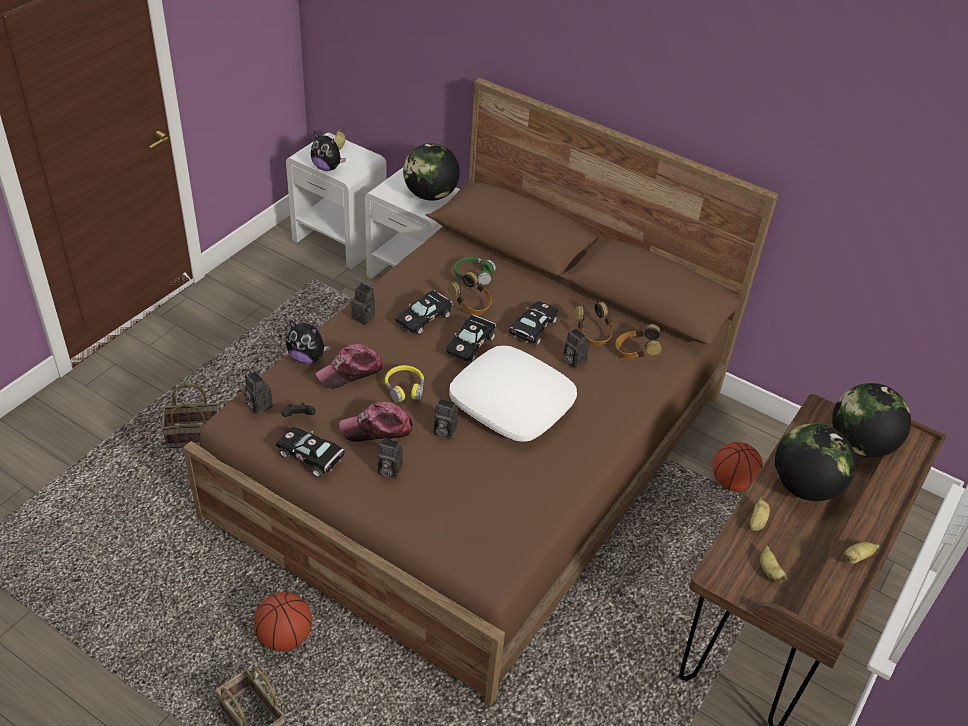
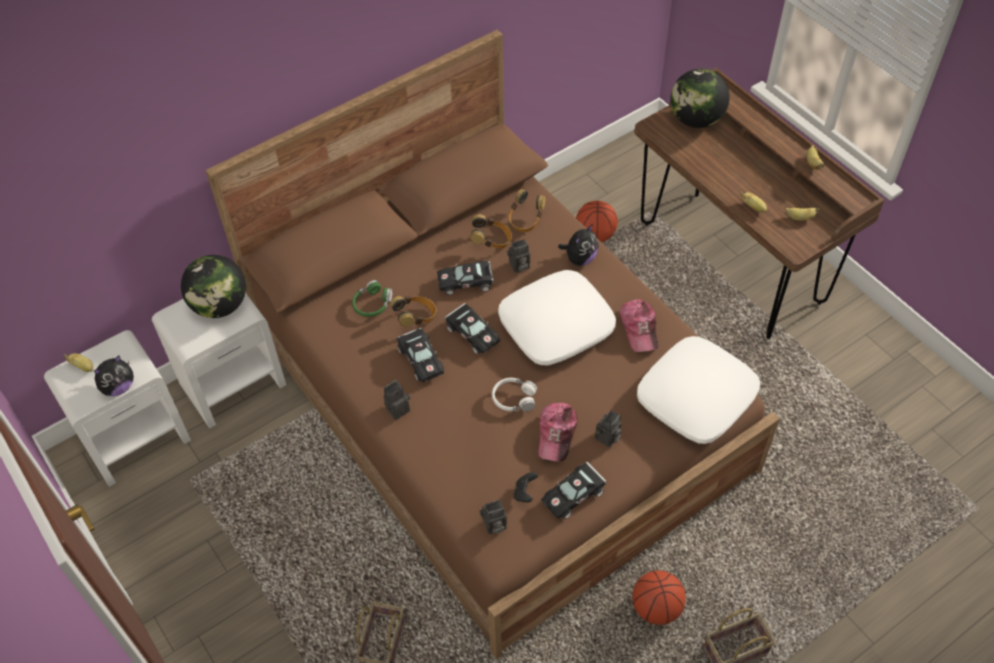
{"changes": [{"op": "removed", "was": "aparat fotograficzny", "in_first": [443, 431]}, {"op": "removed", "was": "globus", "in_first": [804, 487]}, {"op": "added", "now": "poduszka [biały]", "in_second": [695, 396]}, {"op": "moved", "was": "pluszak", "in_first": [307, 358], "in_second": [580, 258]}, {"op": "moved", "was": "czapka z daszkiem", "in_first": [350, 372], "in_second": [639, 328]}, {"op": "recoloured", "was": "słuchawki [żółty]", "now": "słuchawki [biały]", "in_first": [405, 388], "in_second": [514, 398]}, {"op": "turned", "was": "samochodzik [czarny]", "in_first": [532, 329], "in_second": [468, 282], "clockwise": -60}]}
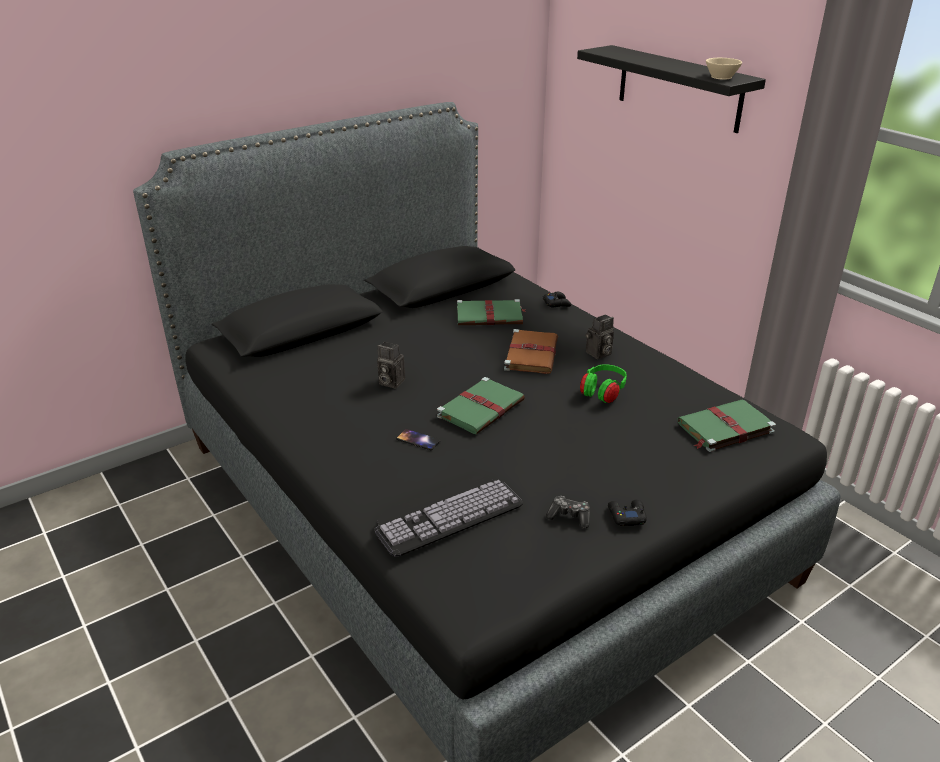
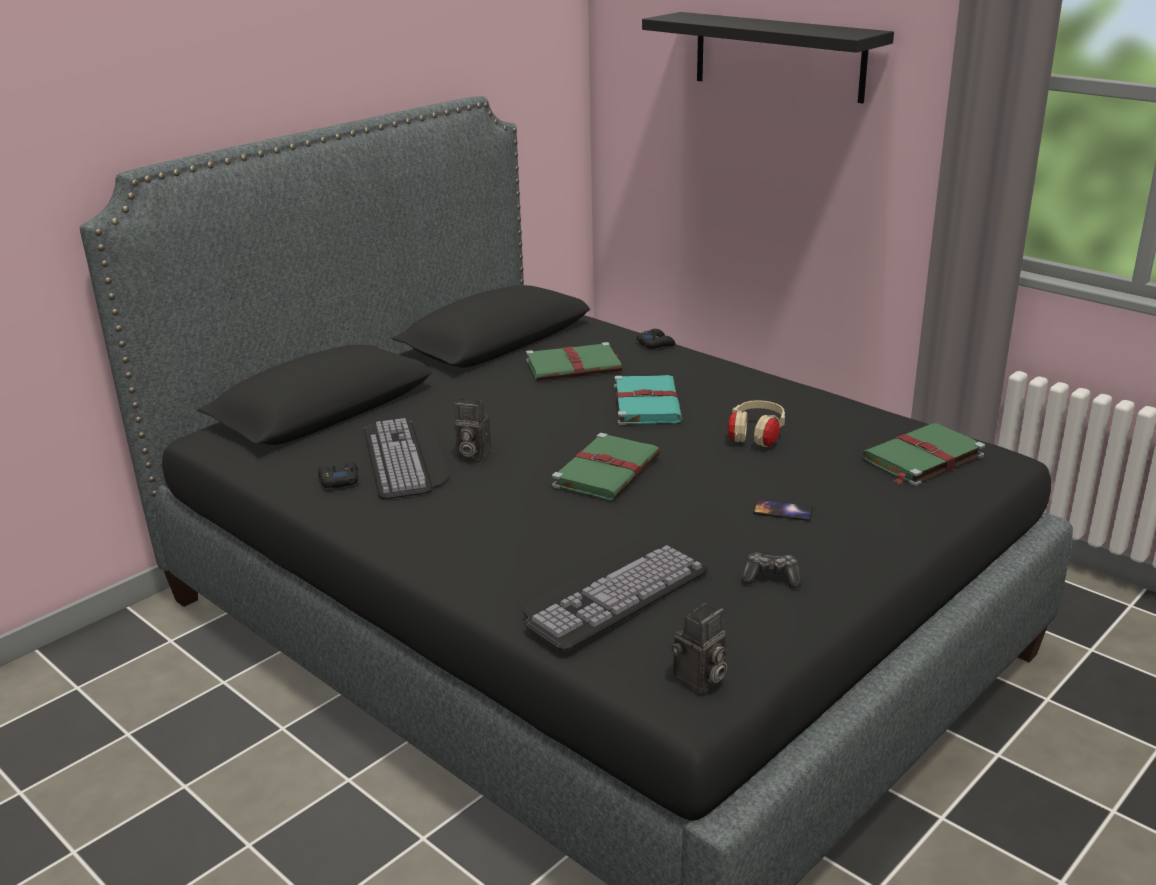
{"changes": [{"op": "removed", "was": "filiżanka [beżowy]", "in_first": [719, 77]}, {"op": "added", "now": "klawiatura", "in_second": [407, 458]}, {"op": "moved", "was": "telefon", "in_first": [418, 440], "in_second": [783, 511]}, {"op": "moved", "was": "aparat fotograficzny", "in_first": [598, 354], "in_second": [699, 680]}, {"op": "moved", "was": "pad do gier [czarny]", "in_first": [626, 516], "in_second": [339, 480]}, {"op": "recoloured", "was": "książka [brązowy]", "now": "książka [turkusowy]", "in_first": [531, 353], "in_second": [646, 403]}, {"op": "recoloured", "was": "słuchawki [zielony]", "now": "słuchawki [beżowy]", "in_first": [603, 393], "in_second": [756, 437]}]}
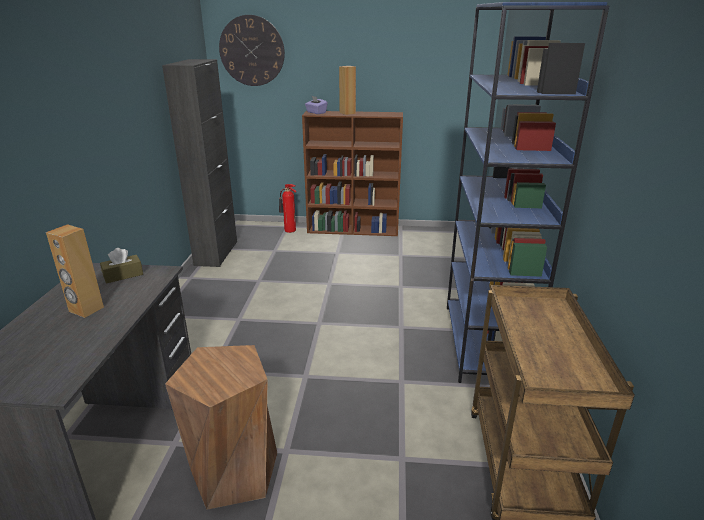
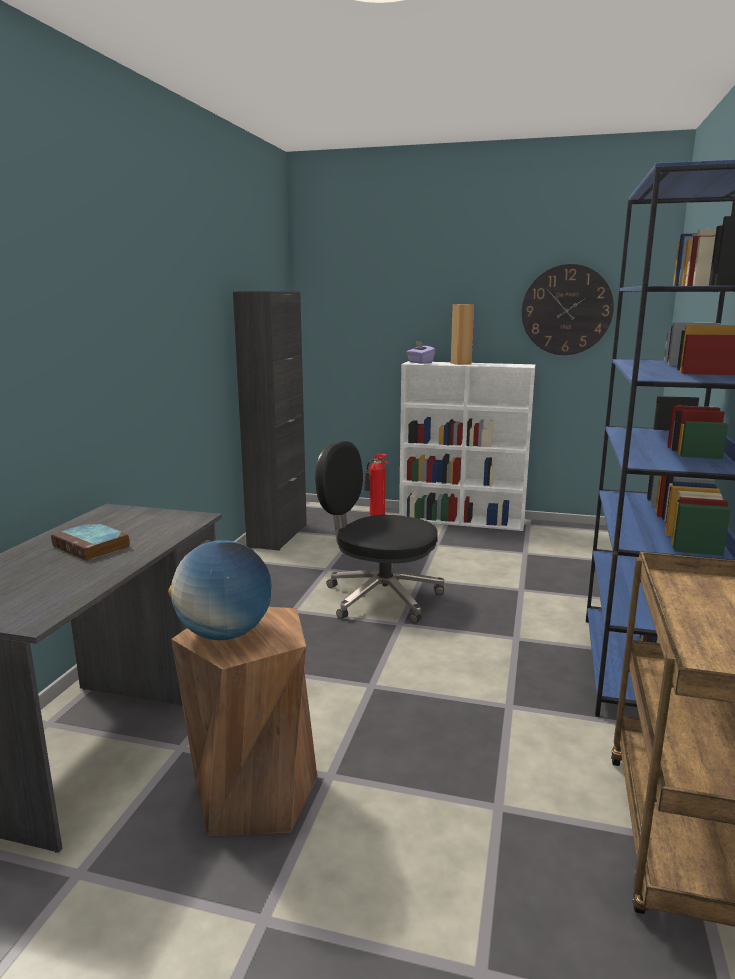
{"changes": [{"op": "removed", "was": "pudełko chusteczek [brązowy]", "in_first": [123, 275]}, {"op": "added", "now": "globus", "in_second": [224, 634]}, {"op": "added", "now": "krzesło biurowe [czarny]", "in_second": [380, 597]}, {"op": "moved", "was": "zegar ścienny", "in_first": [252, 51], "in_second": [566, 310]}, {"op": "replaced", "was": "głośnik [brązowy]", "now": "książka", "in_first": [86, 309], "in_second": [93, 547]}, {"op": "recoloured", "was": "regał [brązowy]", "now": "regał [biały]", "in_first": [354, 230], "in_second": [463, 520]}]}
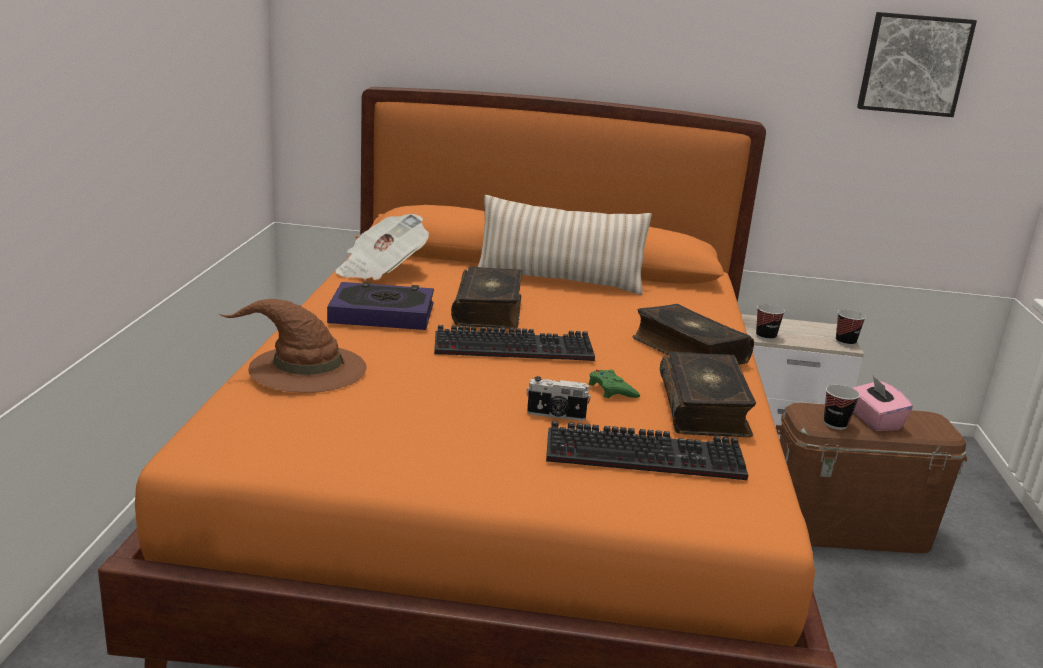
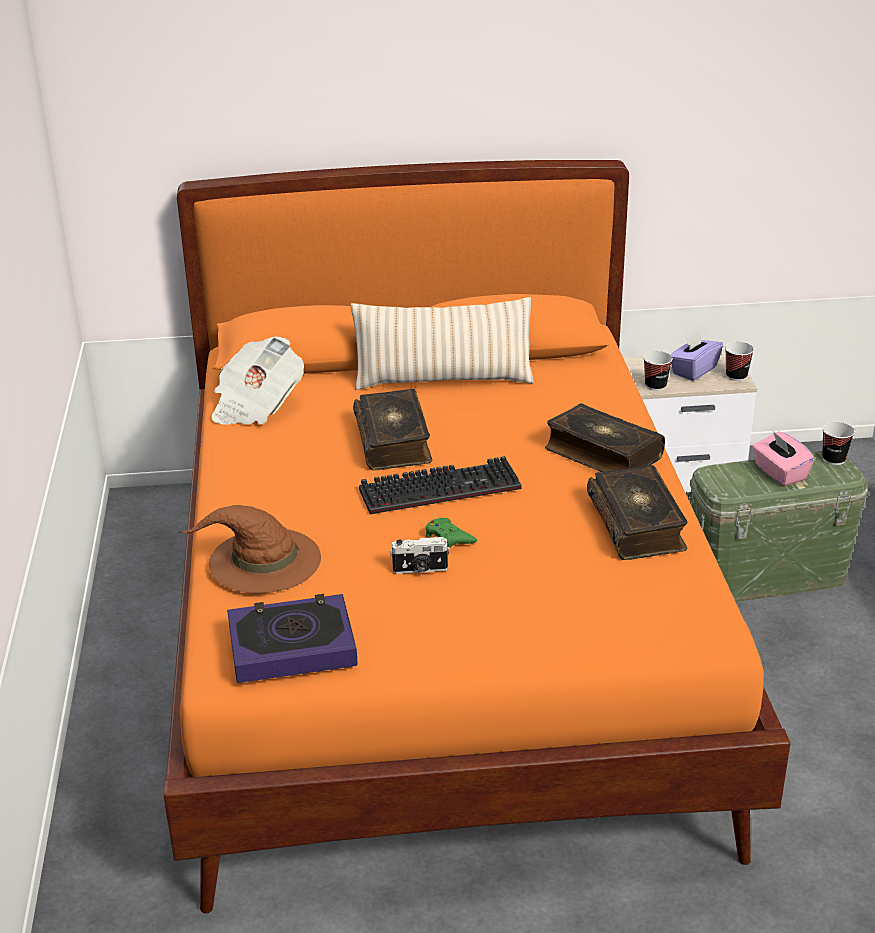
{"changes": [{"op": "removed", "was": "klawiatura", "in_first": [647, 455]}, {"op": "removed", "was": "obraz", "in_first": [913, 64]}, {"op": "added", "now": "pudełko chusteczek [fioletowy]", "in_second": [693, 370]}, {"op": "moved", "was": "książka", "in_first": [382, 314], "in_second": [292, 646]}, {"op": "moved", "was": "aparat fotograficzny", "in_first": [556, 415], "in_second": [420, 570]}, {"op": "moved", "was": "pad do gier [zielony]", "in_first": [611, 390], "in_second": [448, 538]}, {"op": "moved", "was": "filiżanka", "in_first": [835, 424], "in_second": [833, 459]}, {"op": "recoloured", "was": "pojemnik do przechowywania [brązowy]", "now": "pojemnik do przechowywania [zielony]", "in_first": [848, 529], "in_second": [766, 575]}]}
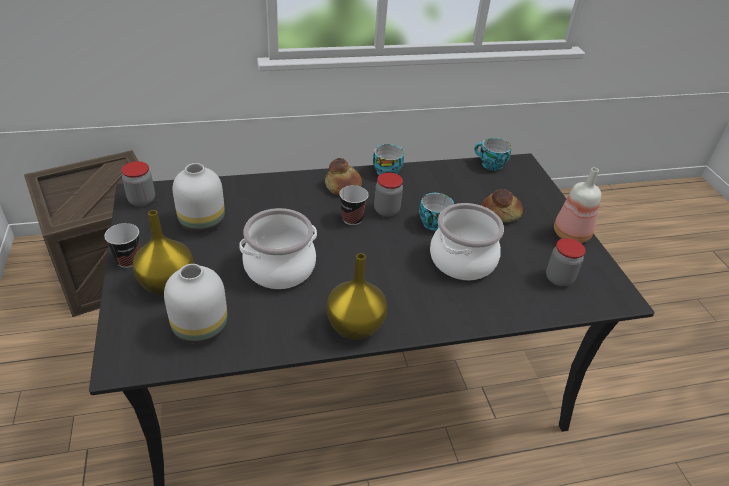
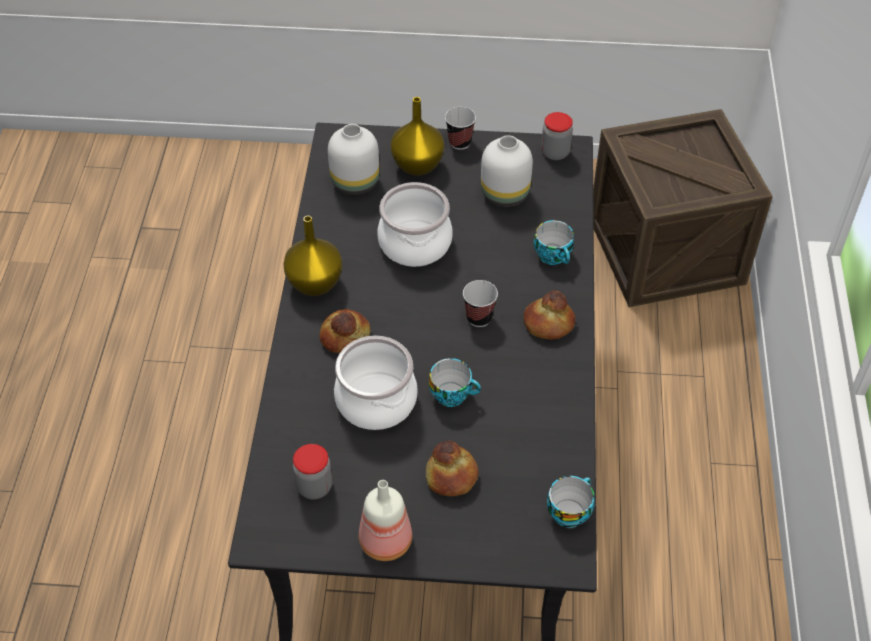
{"changes": [{"op": "removed", "was": "słoik", "in_first": [386, 210]}, {"op": "added", "now": "chleb", "in_second": [344, 336]}, {"op": "moved", "was": "filiżanka", "in_first": [387, 171], "in_second": [554, 256]}]}
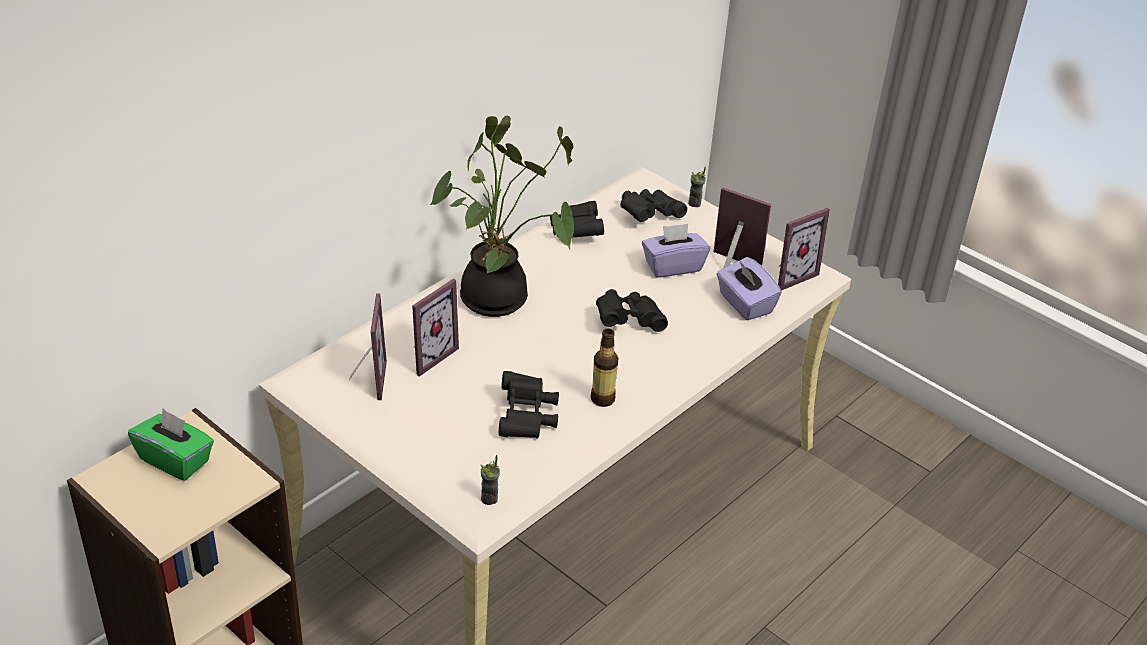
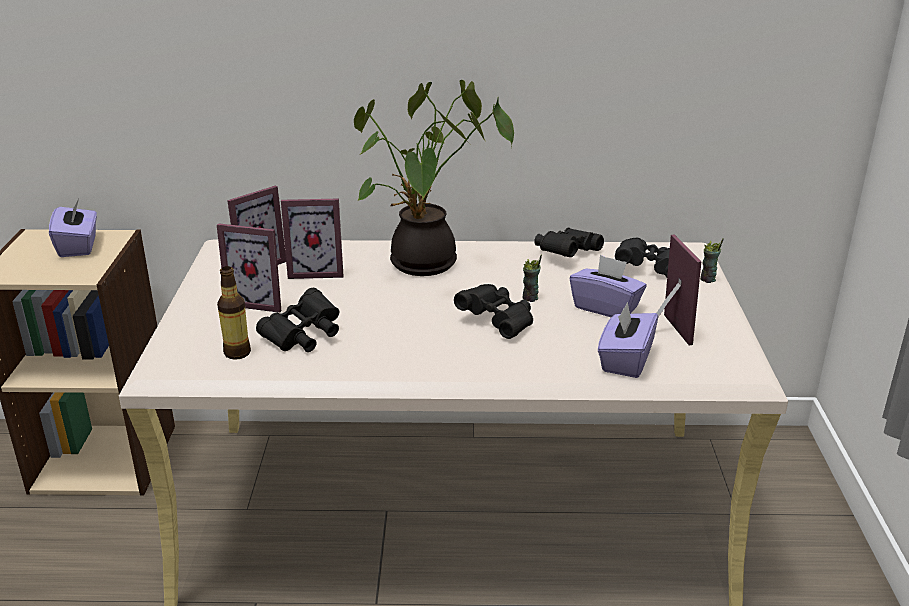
{"changes": [{"op": "moved", "was": "filiżanka", "in_first": [490, 499], "in_second": [530, 298]}, {"op": "moved", "was": "butelka", "in_first": [602, 399], "in_second": [237, 353]}, {"op": "moved", "was": "ramka na zdjęcie", "in_first": [789, 275], "in_second": [259, 301]}, {"op": "recoloured", "was": "pudełko chusteczek [zielony]", "now": "pudełko chusteczek [fioletowy]", "in_first": [175, 460], "in_second": [78, 246]}]}
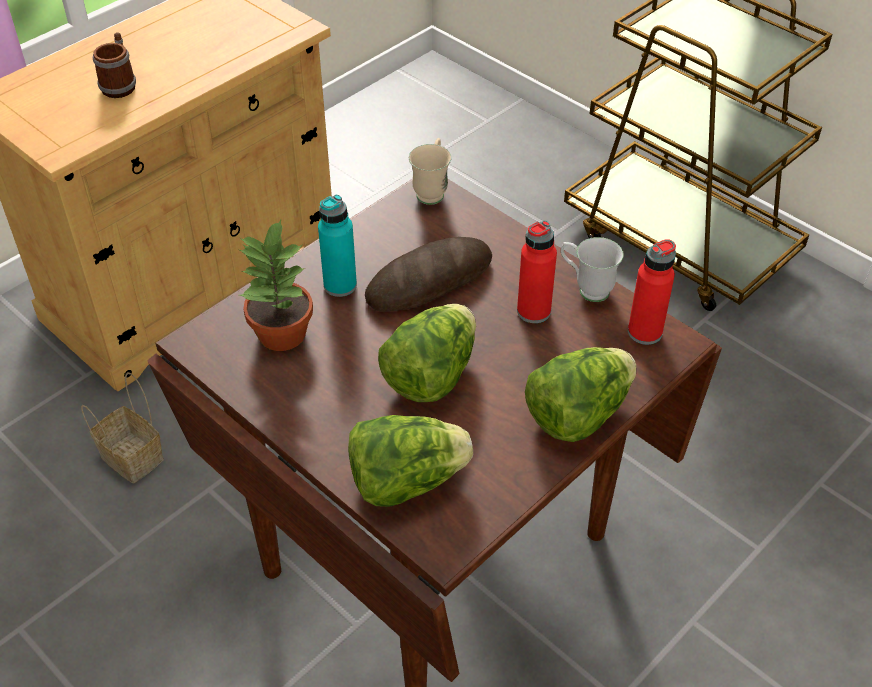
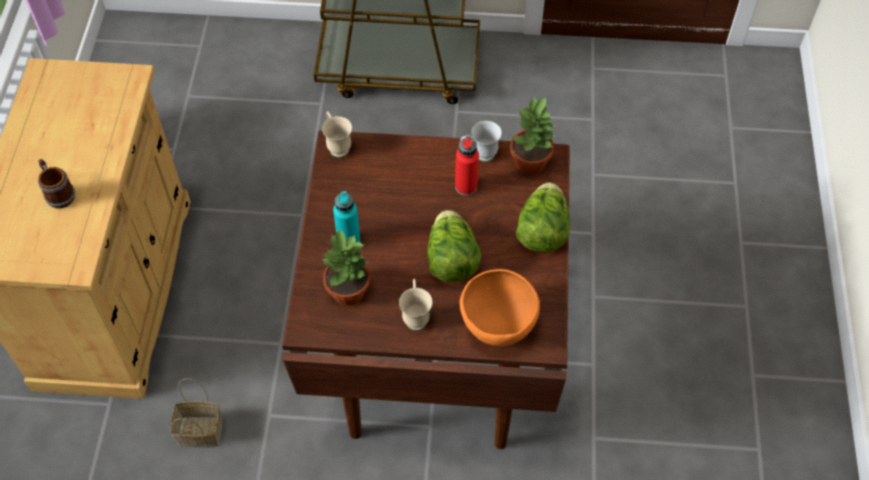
{"changes": [{"op": "removed", "was": "chleb", "in_first": [429, 281]}, {"op": "added", "now": "kubek [beżowy]", "in_second": [415, 315]}, {"op": "replaced", "was": "sałata", "now": "miska [pomarańczowy]", "in_first": [406, 481], "in_second": [497, 325]}, {"op": "replaced", "was": "butelka [czerwony]", "now": "roślina doniczkowa", "in_first": [644, 332], "in_second": [531, 162]}]}
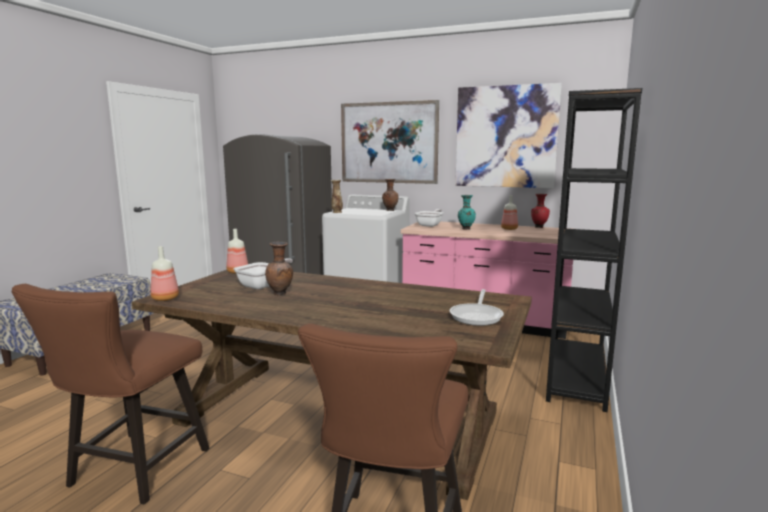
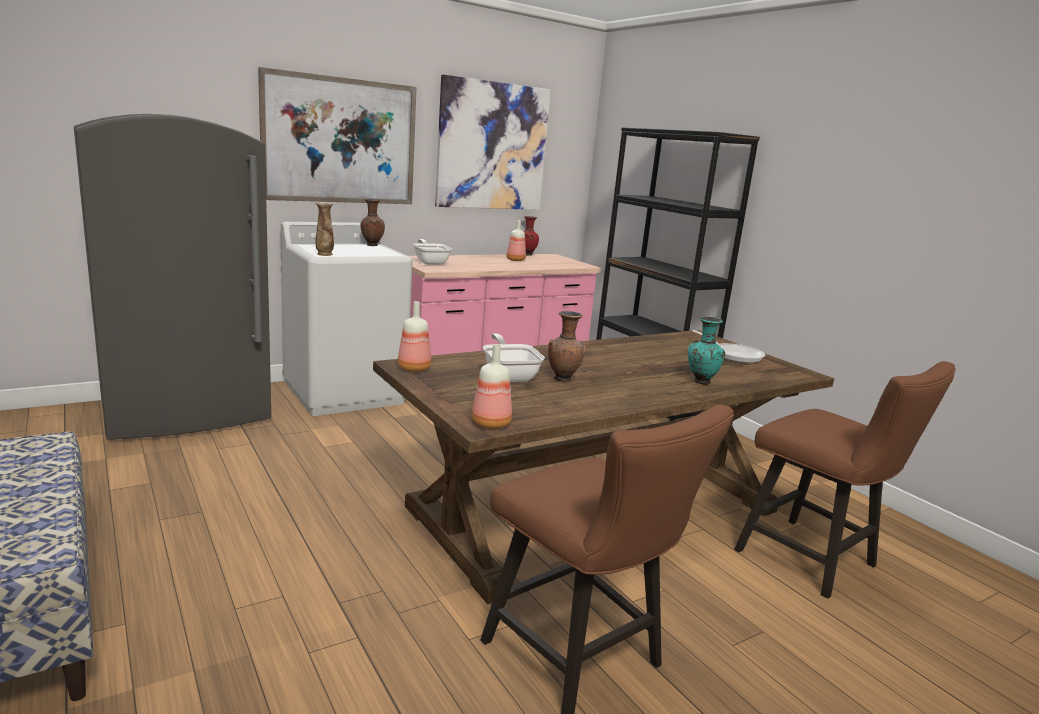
{"changes": [{"op": "moved", "was": "wazon [turkusowy]", "in_first": [465, 229], "in_second": [700, 382]}]}
